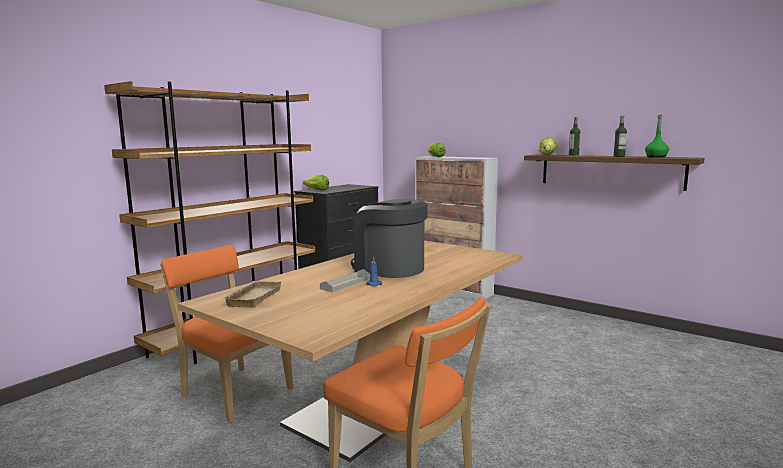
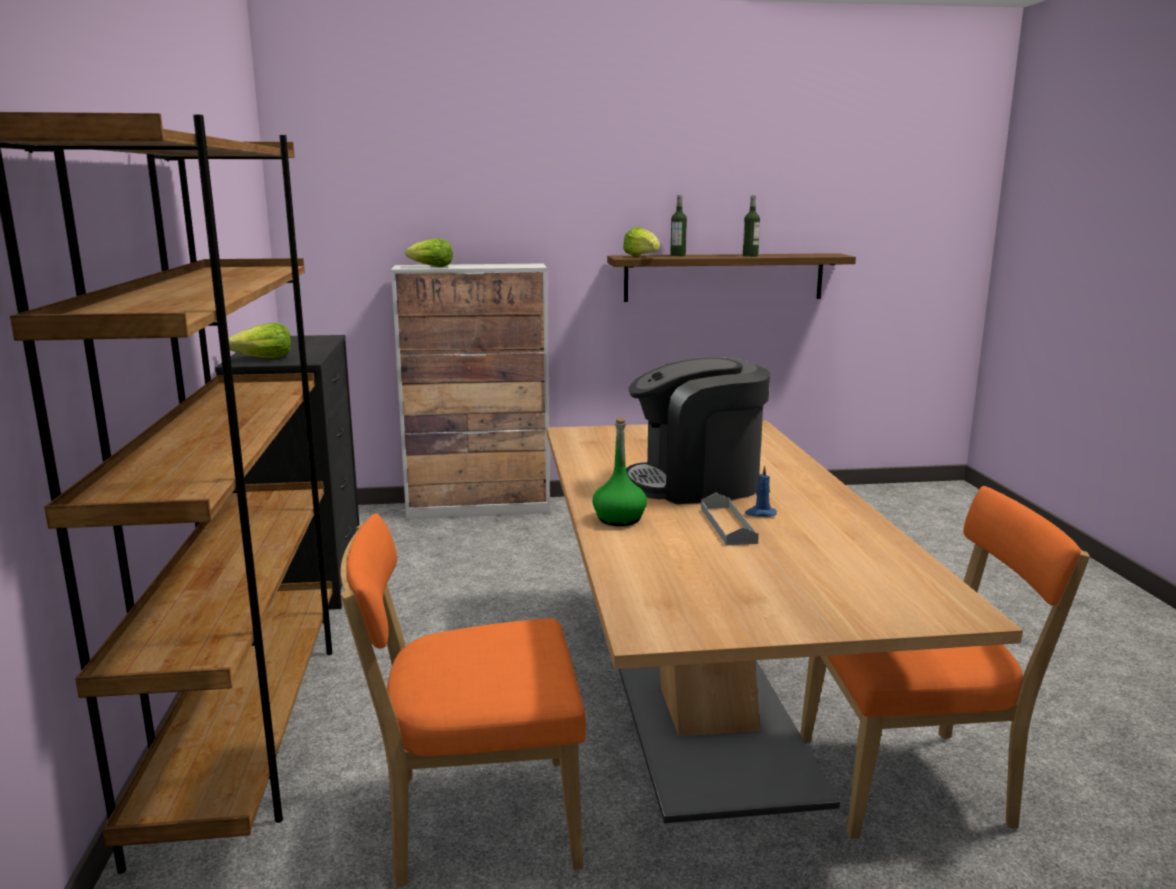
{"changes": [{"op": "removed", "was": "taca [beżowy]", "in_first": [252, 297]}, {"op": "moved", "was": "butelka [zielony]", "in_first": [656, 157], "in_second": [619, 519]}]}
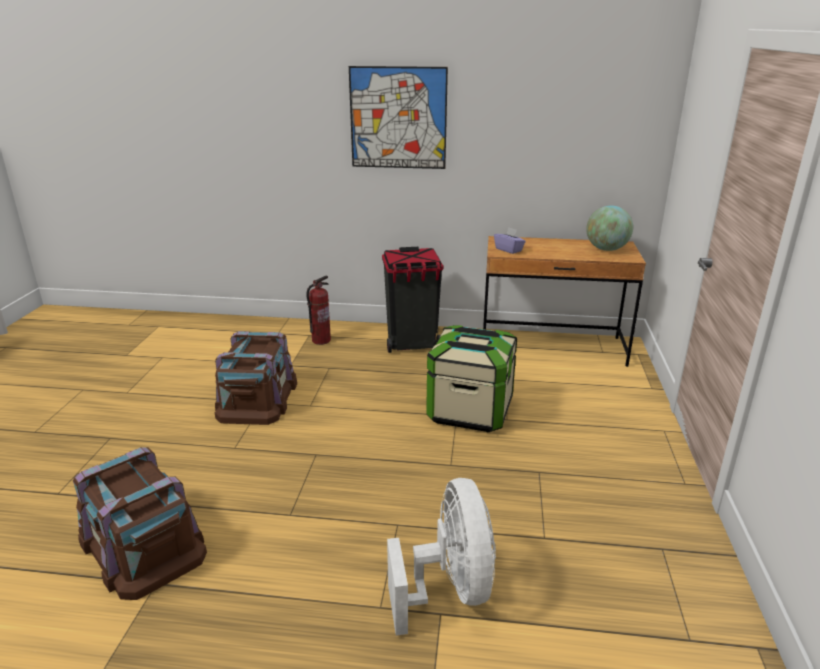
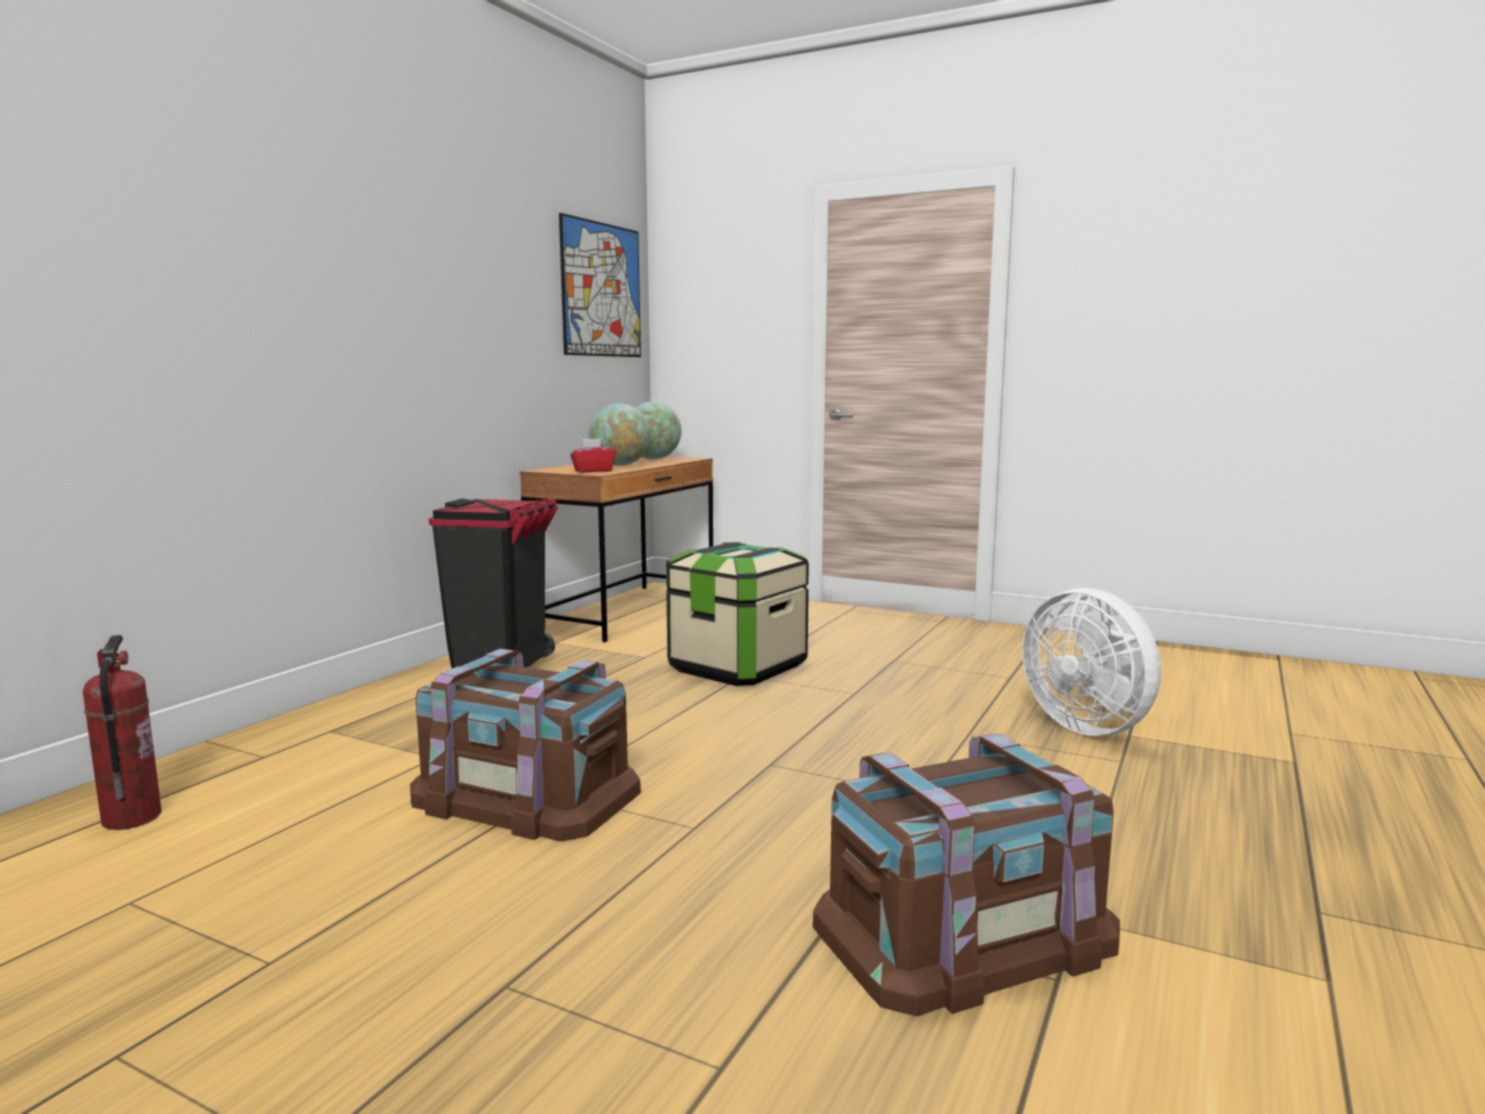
{"changes": [{"op": "added", "now": "globus", "in_second": [620, 465]}, {"op": "moved", "was": "gaśnica", "in_first": [321, 340], "in_second": [130, 818]}, {"op": "moved", "was": "obraz", "in_first": [398, 118], "in_second": [601, 290]}, {"op": "recoloured", "was": "pudełko chusteczek [fioletowy]", "now": "pudełko chusteczek [czerwony]", "in_first": [509, 250], "in_second": [593, 471]}, {"op": "turned", "was": "wentylator [biały]", "in_first": [449, 589], "in_second": [1090, 726], "clockwise": -135}]}
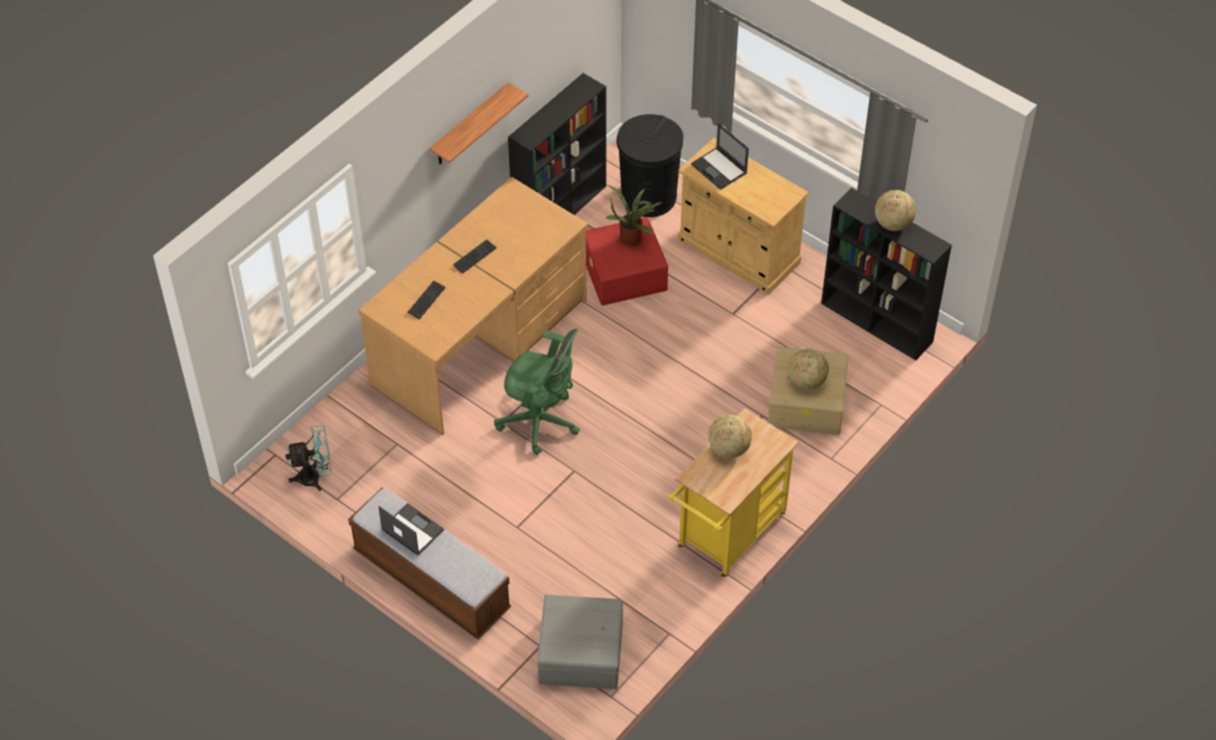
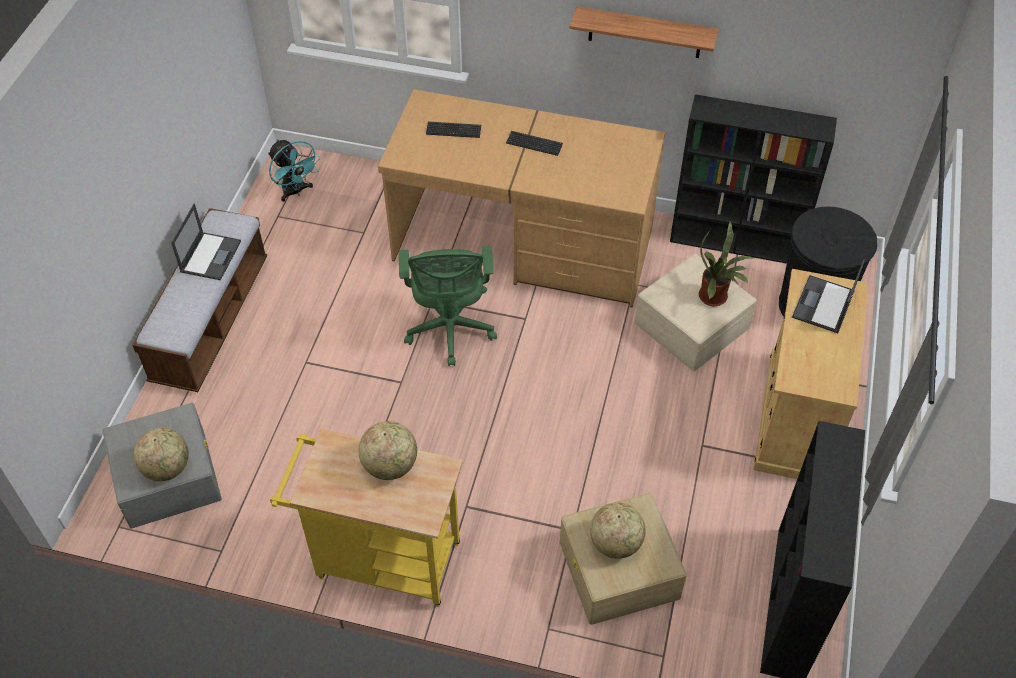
{"changes": [{"op": "moved", "was": "globus", "in_first": [893, 223], "in_second": [167, 468]}, {"op": "recoloured", "was": "pojemnik do przechowywania [czerwony]", "now": "pojemnik do przechowywania [beżowy]", "in_first": [624, 273], "in_second": [691, 325]}]}
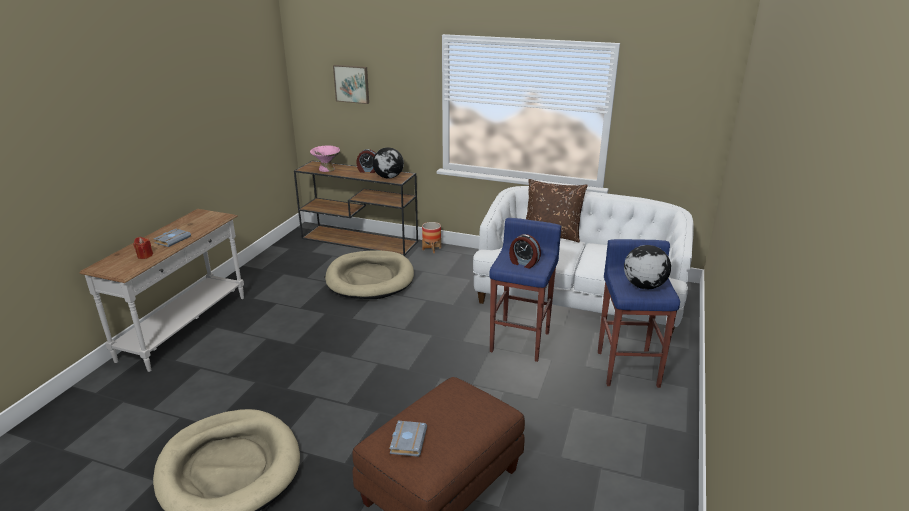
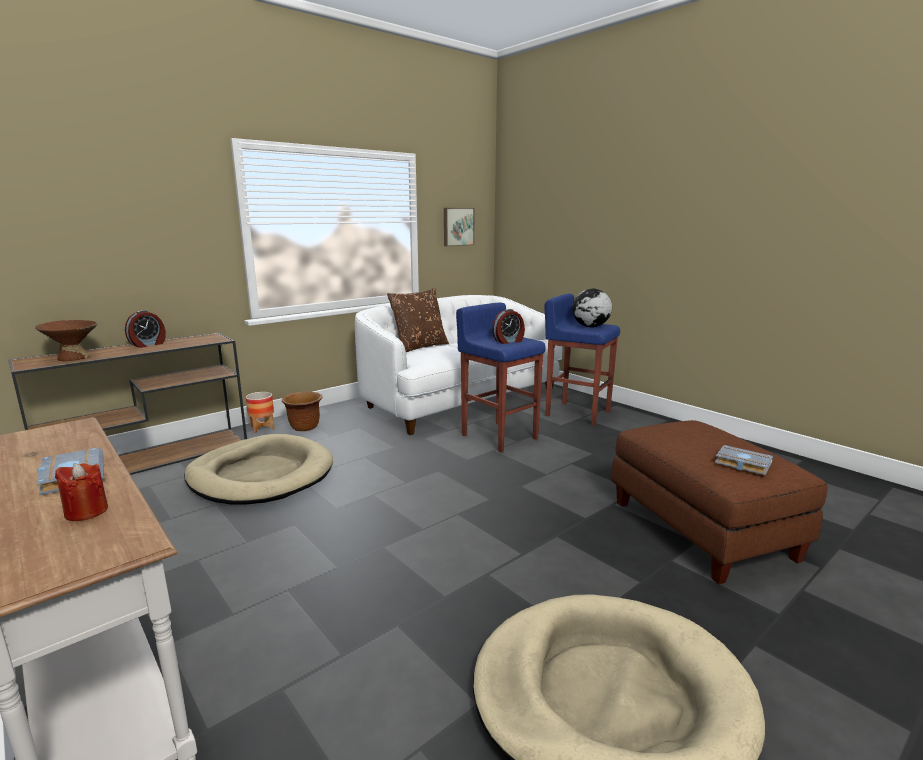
{"changes": [{"op": "removed", "was": "globus", "in_first": [389, 177]}, {"op": "added", "now": "donica [brązowy]", "in_second": [304, 427]}, {"op": "moved", "was": "obraz", "in_first": [352, 84], "in_second": [458, 226]}, {"op": "recoloured", "was": "miska [różowy]", "now": "miska [brązowy]", "in_first": [327, 169], "in_second": [73, 357]}]}
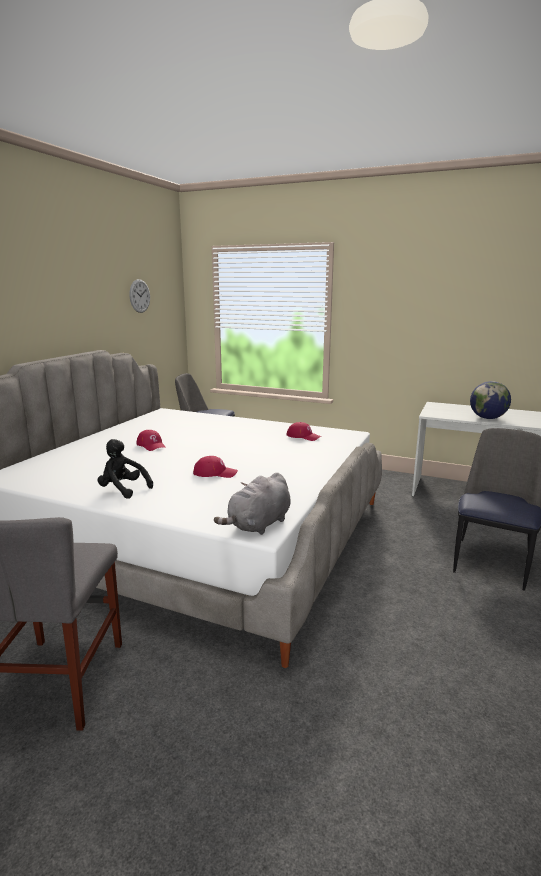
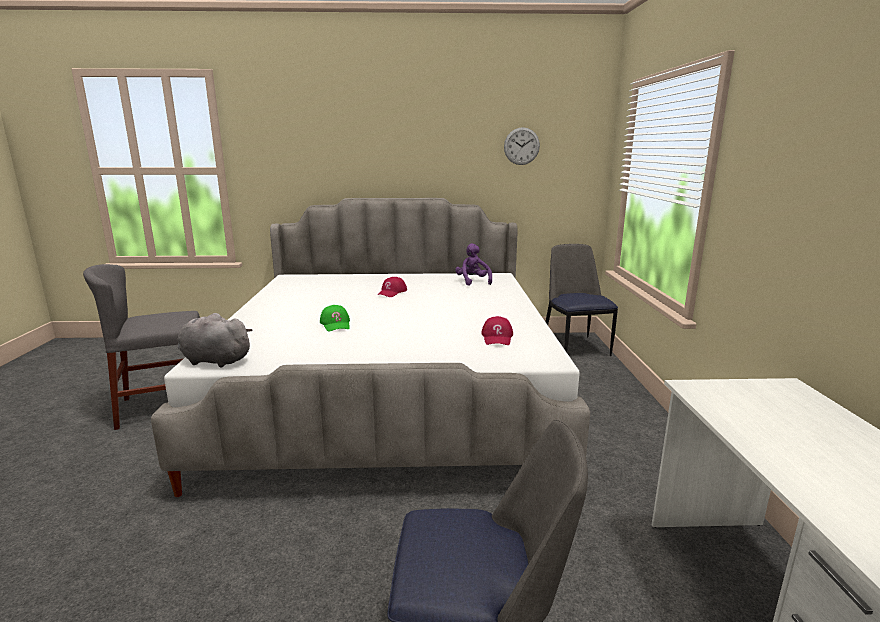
{"changes": [{"op": "removed", "was": "pluszak [czarny]", "in_first": [123, 490]}, {"op": "removed", "was": "globus", "in_first": [487, 418]}, {"op": "added", "now": "pluszak [fioletowy]", "in_second": [472, 282]}, {"op": "recoloured", "was": "czapka z daszkiem [czerwony]", "now": "czapka z daszkiem [zielony]", "in_first": [215, 473], "in_second": [336, 324]}]}
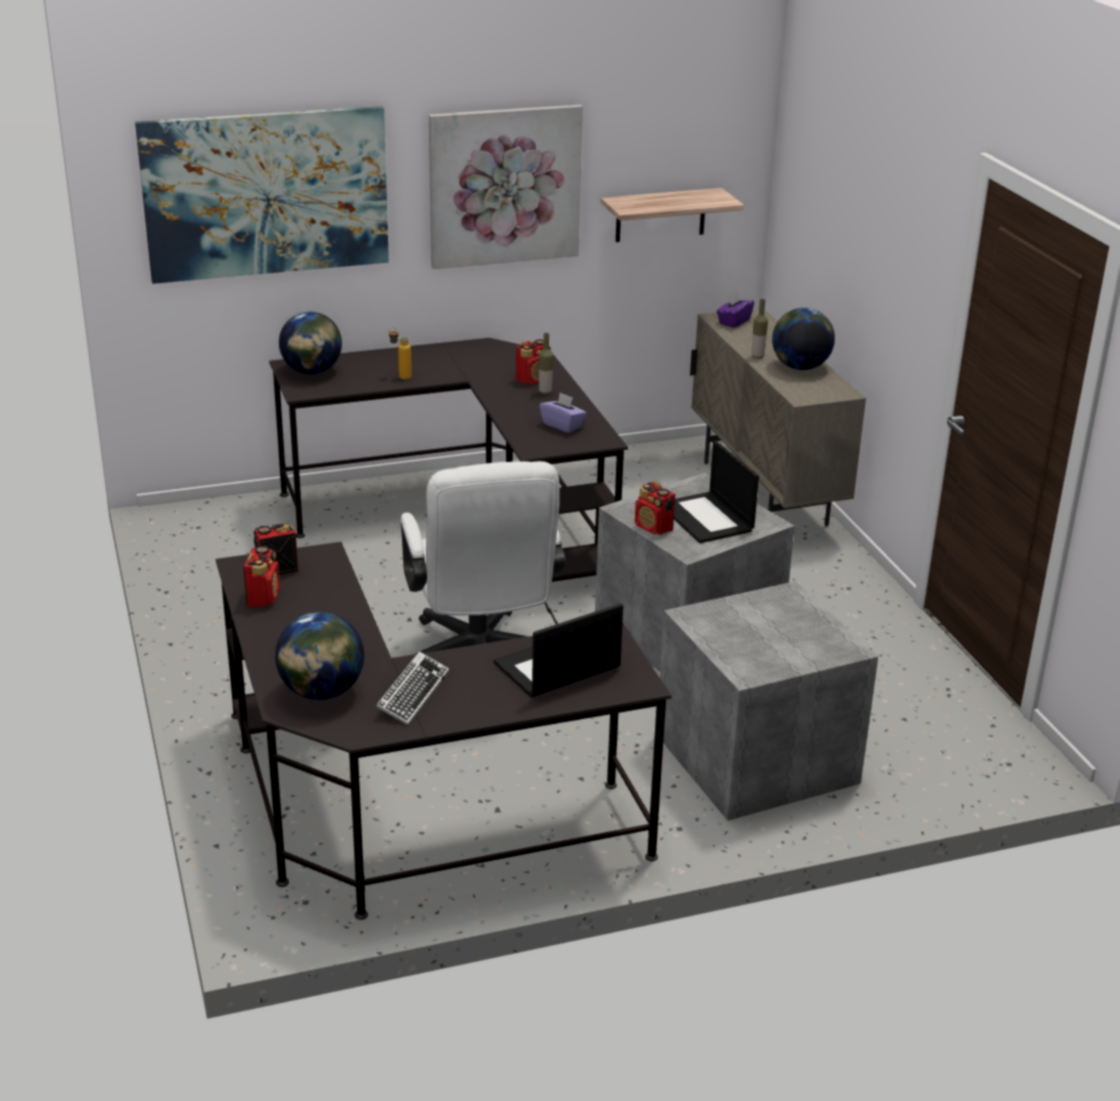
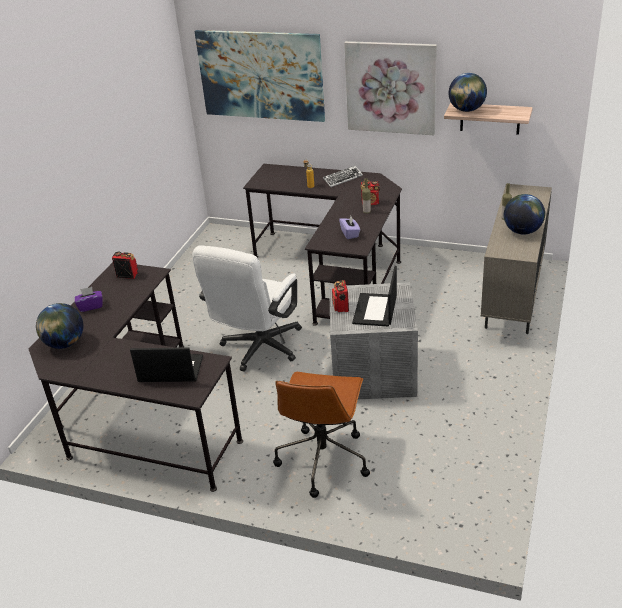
{"changes": [{"op": "removed", "was": "radio", "in_first": [263, 597]}, {"op": "moved", "was": "globus", "in_first": [312, 371], "in_second": [466, 110]}, {"op": "moved", "was": "klawiatura", "in_first": [412, 694], "in_second": [342, 179]}, {"op": "moved", "was": "pudełko chusteczek [fioletowy]", "in_first": [734, 321], "in_second": [90, 306]}, {"op": "replaced", "was": "pojemnik do przechowywania [szary]", "now": "krzesło biurowe [brązowy]", "in_first": [755, 760], "in_second": [323, 459]}]}
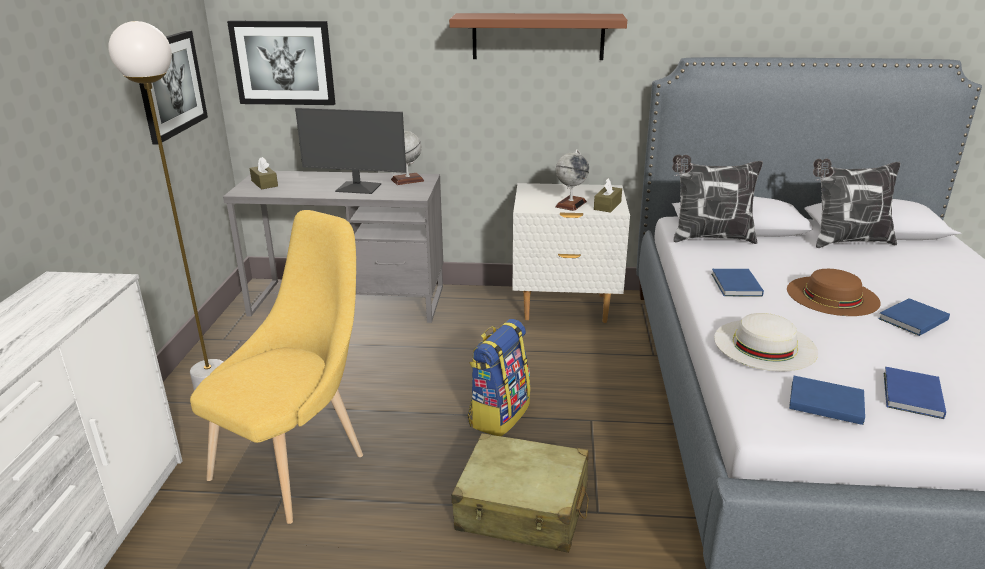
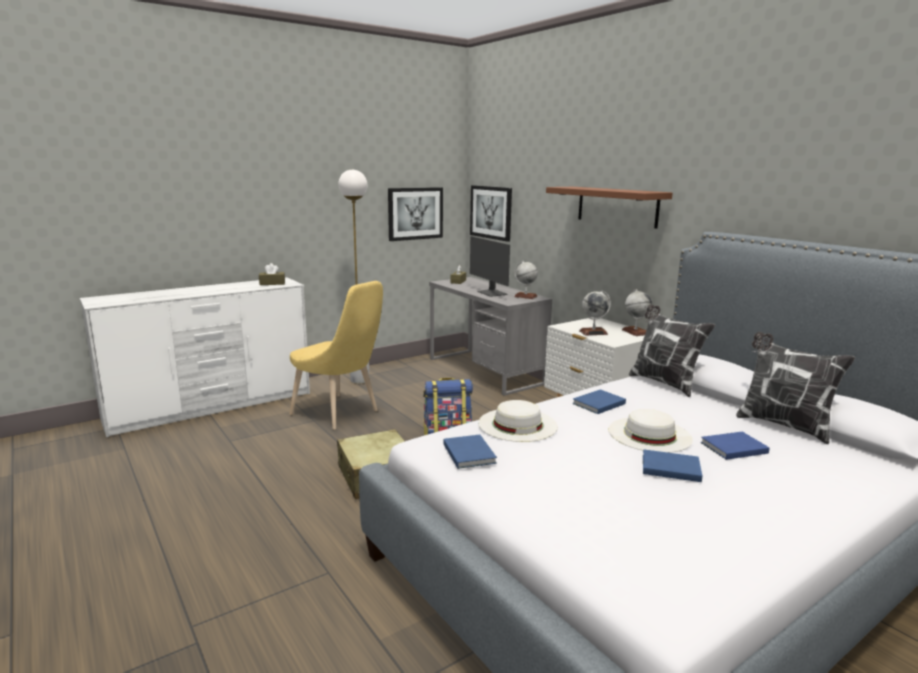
{"changes": [{"op": "added", "now": "globus", "in_second": [635, 332]}, {"op": "moved", "was": "pudełko chusteczek [brązowy]", "in_first": [607, 206], "in_second": [272, 283]}, {"op": "moved", "was": "książka [niebieski]", "in_first": [911, 396], "in_second": [732, 447]}, {"op": "recoloured", "was": "kapelusz [brązowy]", "now": "kapelusz [biały]", "in_first": [832, 295], "in_second": [649, 434]}, {"op": "turned", "was": "krzesło [żółty]", "in_first": [297, 462], "in_second": [339, 414], "clockwise": 45}]}
